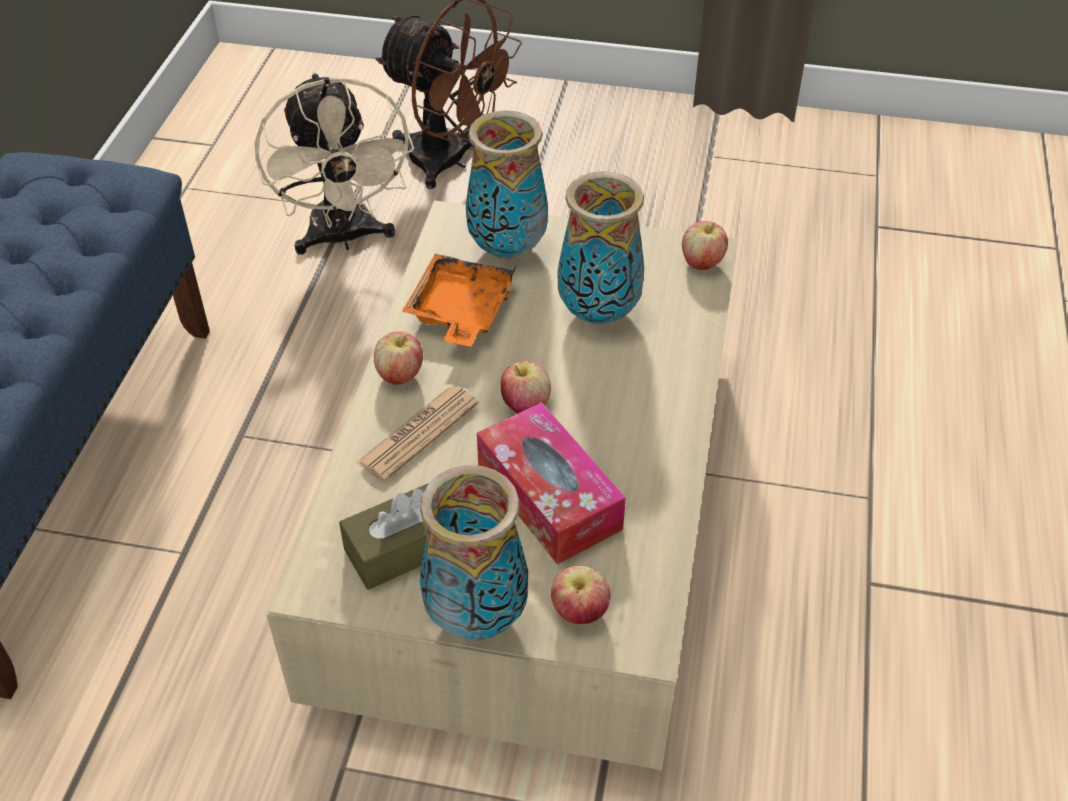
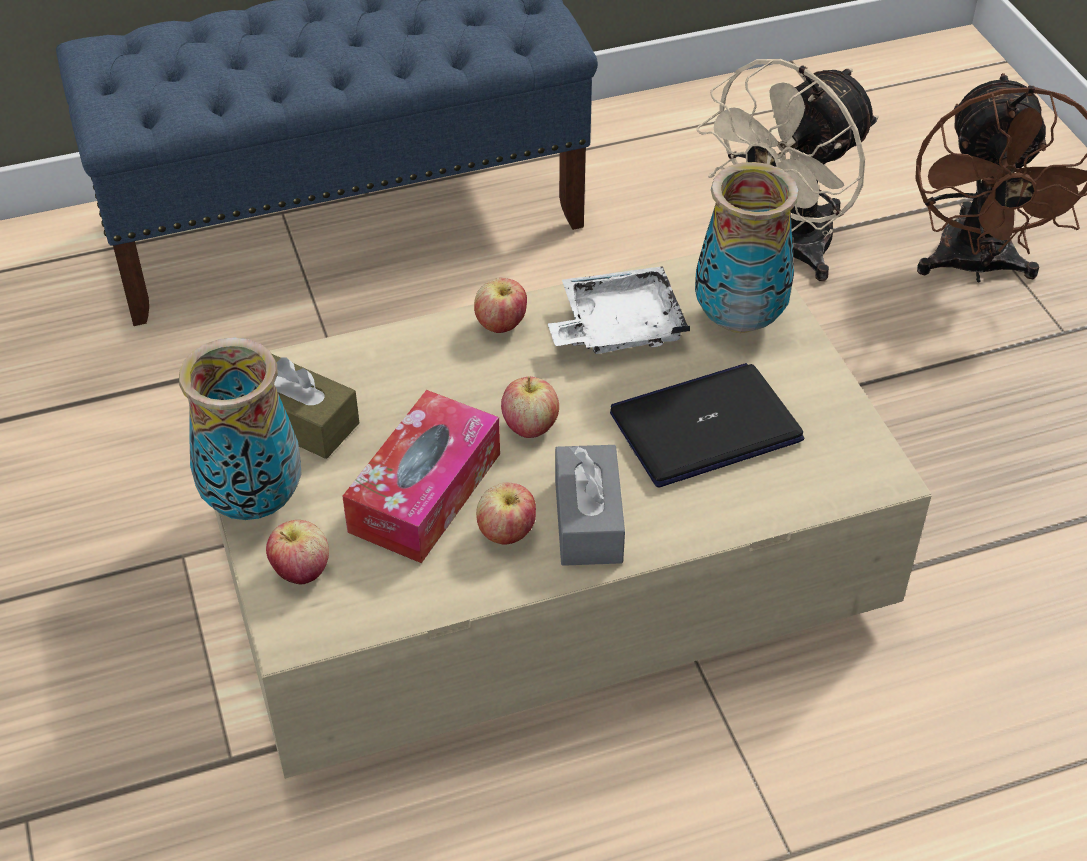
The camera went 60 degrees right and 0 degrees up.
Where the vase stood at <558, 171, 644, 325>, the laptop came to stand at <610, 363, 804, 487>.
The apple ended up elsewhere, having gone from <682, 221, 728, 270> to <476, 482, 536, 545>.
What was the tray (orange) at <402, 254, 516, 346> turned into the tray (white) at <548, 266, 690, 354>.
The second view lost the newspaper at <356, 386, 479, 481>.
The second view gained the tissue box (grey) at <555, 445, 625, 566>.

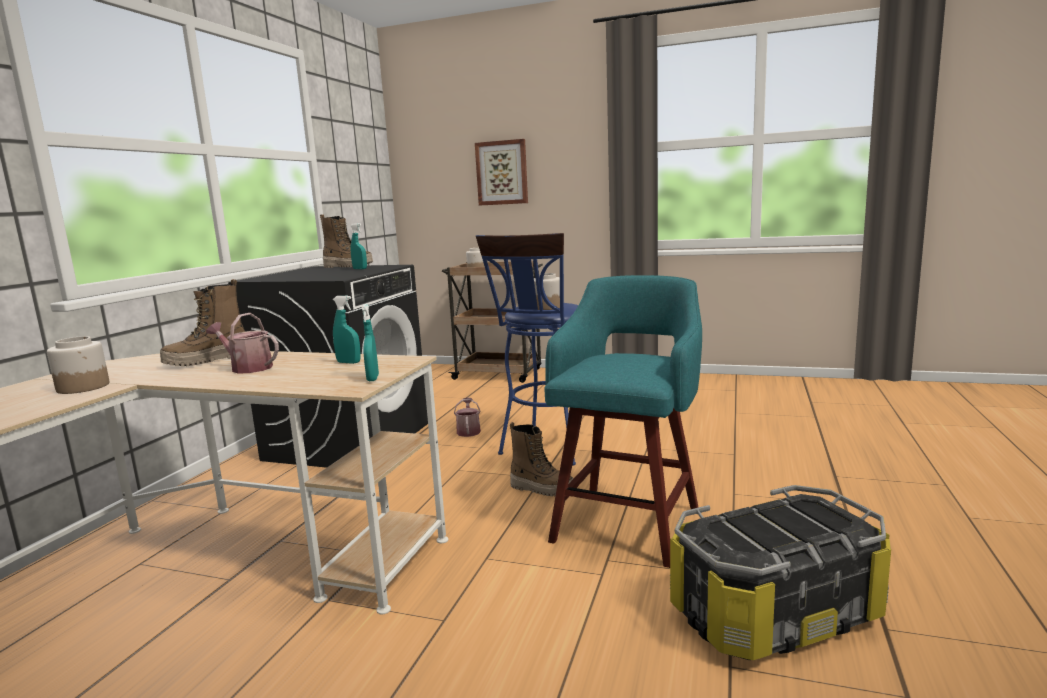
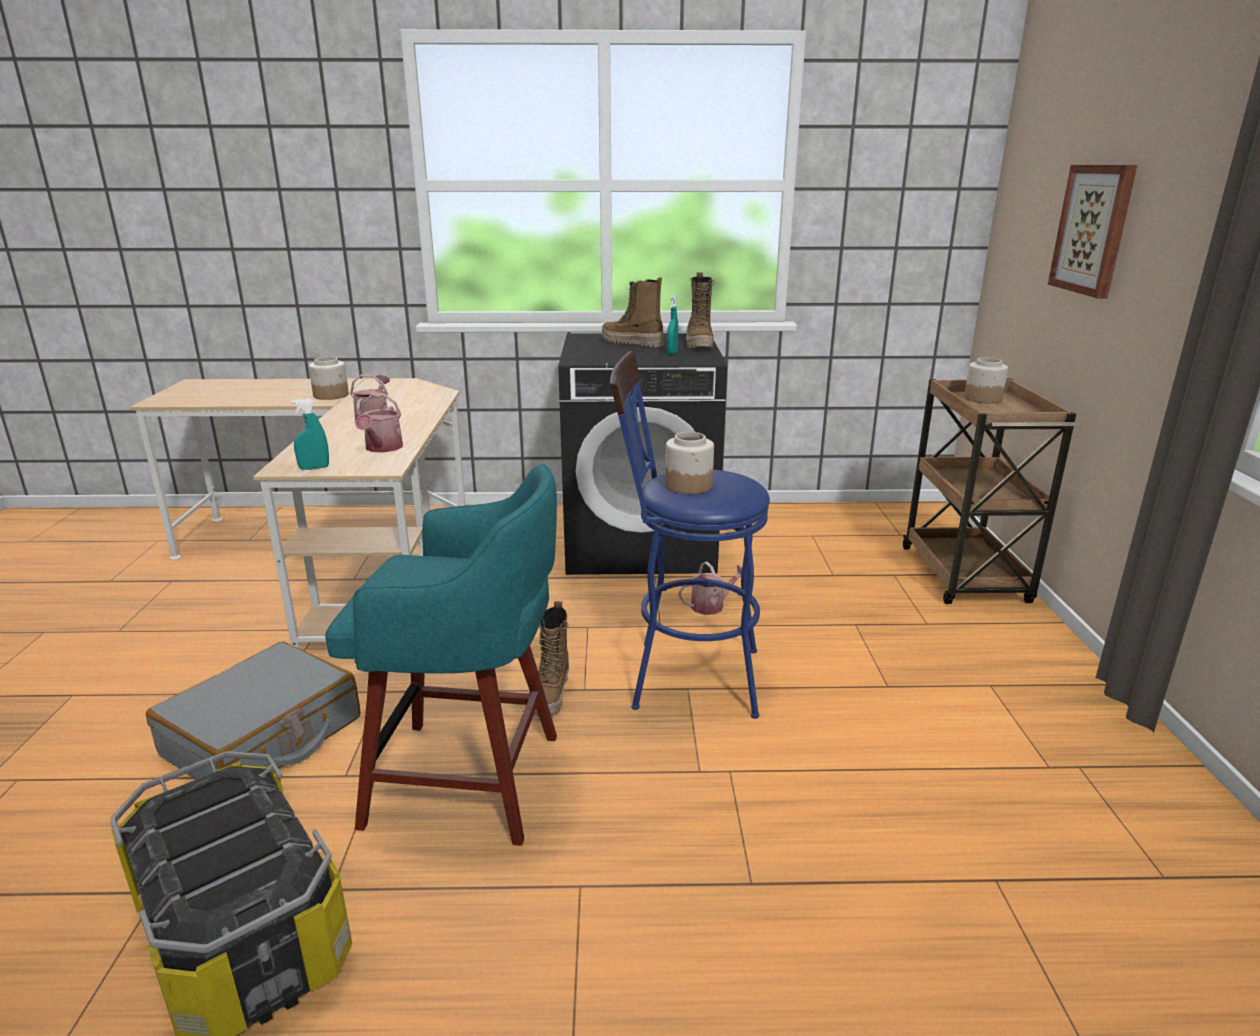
The camera went 70 degrees right and 10 degrees up.
The boot ended up elsewhere, having gone from <160, 279, 245, 367> to <602, 277, 664, 347>.
Where the spray bottle (turquoise) stood at <333, 296, 361, 364>, the watering can came to stand at <355, 394, 403, 452>.
The second view gained the suitcase (grey) at <146, 642, 361, 779>.

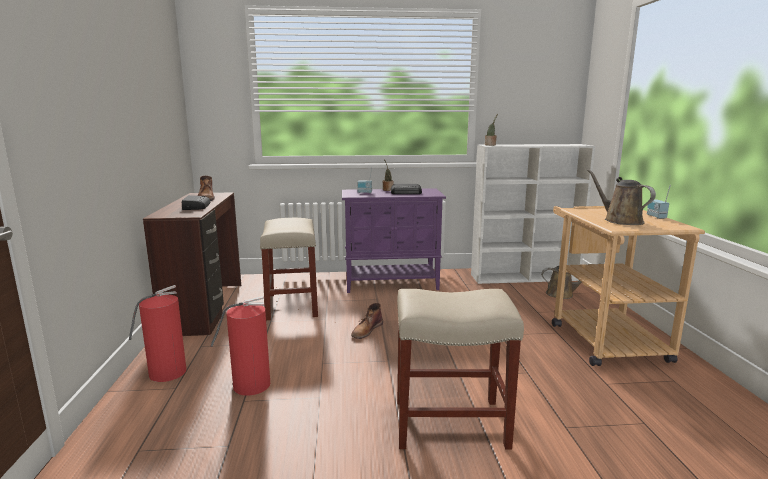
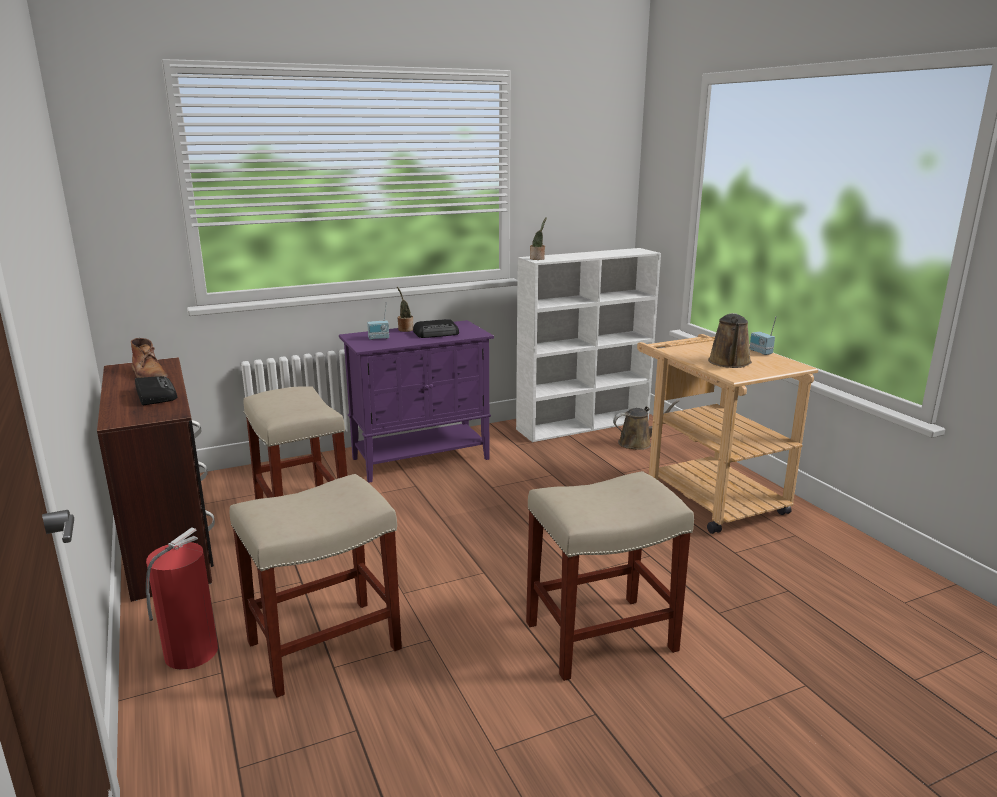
The camera went 20 degrees left and 5 degrees up.
The watering can (brown) at <587, 169, 656, 225> ended up facing another way, 120 degrees counterclockwise from before.
Where the fire extinguisher stood at <210, 296, 270, 396>, the stool (beige) came to stand at <230, 474, 402, 698>.
The second view lost the boot (brown) at <351, 303, 383, 339>.

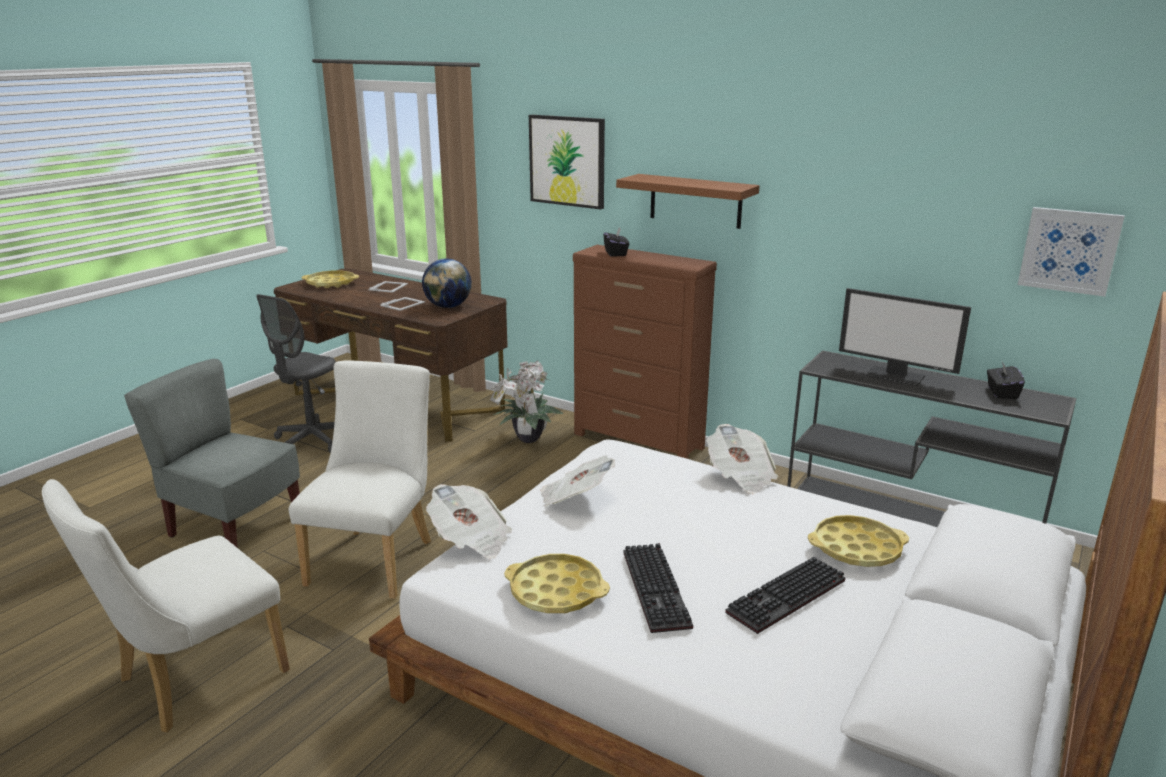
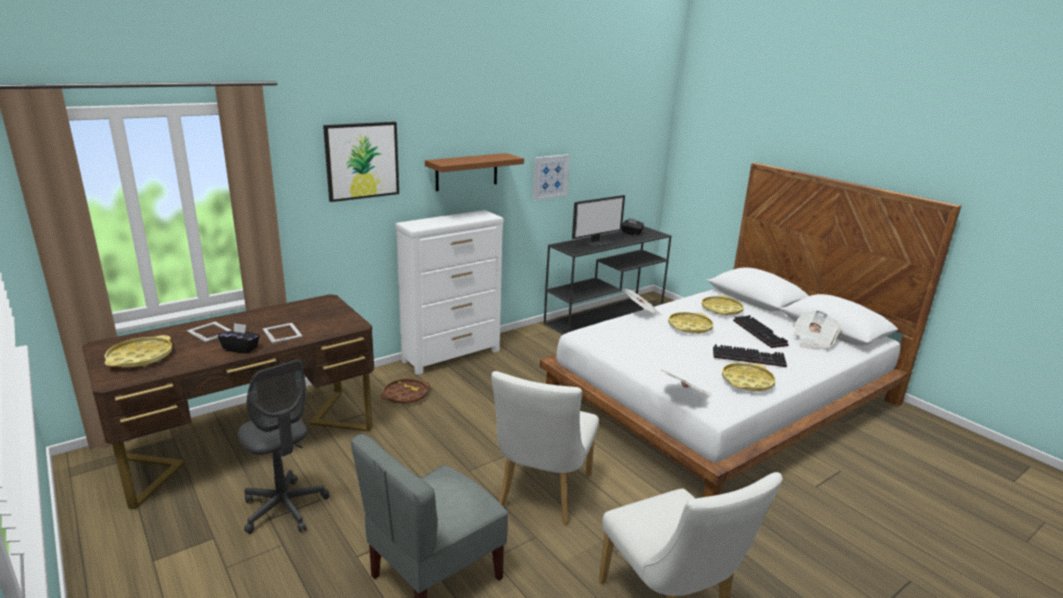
The camera went 70 degrees left and 0 degrees up.
The picture ended up elsewhere, having gone from <1018, 207, 1125, 297> to <533, 154, 570, 200>.
The tissue box (black) ended up elsewhere, having gone from <603, 227, 629, 257> to <218, 323, 260, 354>.
What was the dresser (brown) at <573, 245, 717, 459> turned into the dresser (white) at <395, 210, 503, 375>.
The second view lost the globe at <422, 258, 472, 308>.
The chair (white) at <289, 360, 431, 599> ended up facing another way, 105 degrees counterclockwise from before.
Where the potted plant stood at <490, 360, 564, 443>, the tray (brown) came to stand at <380, 379, 430, 404>.
The newspaper ended up elsewhere, having gone from <540, 455, 615, 507> to <793, 310, 841, 349>.
The second view gained the tray (yellow) at <668, 312, 713, 334>.

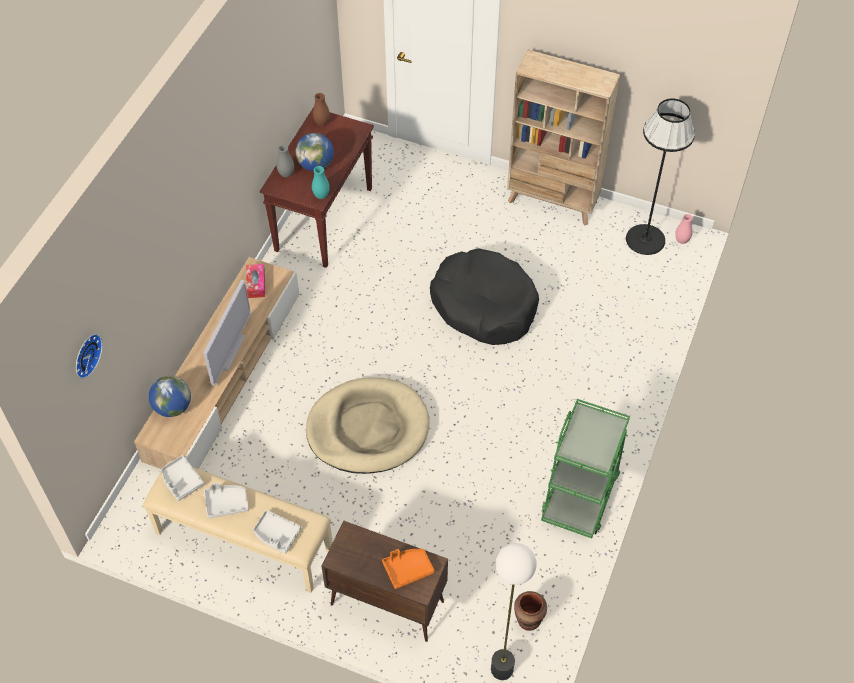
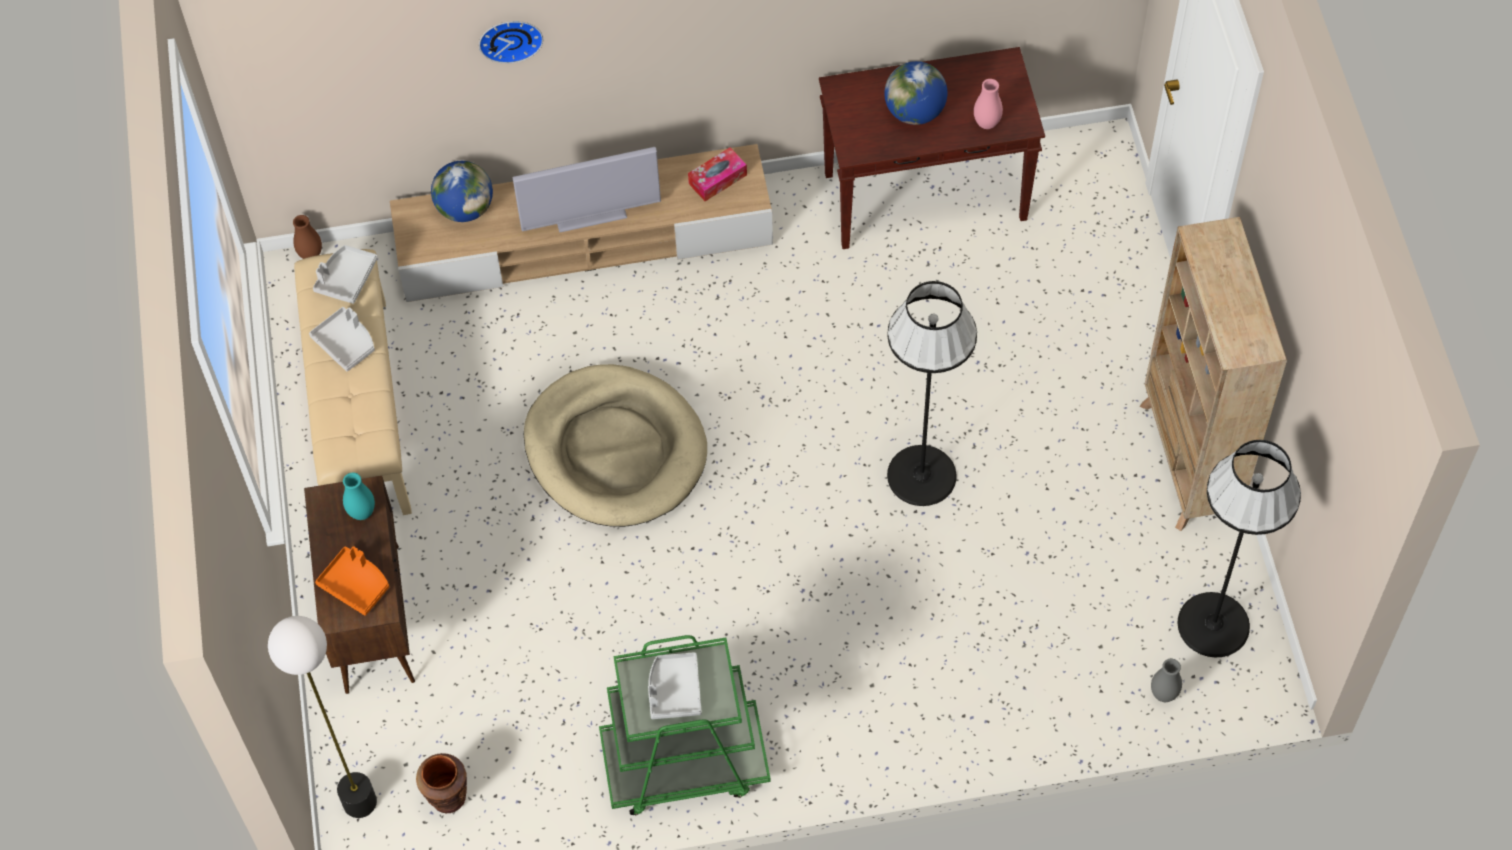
The camera went 60 degrees right and 5 degrees up.
The vase (brown) ended up elsewhere, having gone from <313, 93, 330, 126> to <293, 215, 322, 259>.
The vase (grey) ended up elsewhere, having gone from <276, 144, 294, 177> to <1151, 659, 1182, 702>.
The vase (turquoise) ended up elsewhere, having gone from <312, 166, 330, 199> to <343, 473, 375, 520>.
The vase (pink) ended up elsewhere, having gone from <675, 214, 693, 244> to <974, 79, 1003, 129>.
Where the dog bed (black) stood at <430, 249, 539, 345>, the floor lamp (black) came to stand at <887, 281, 977, 506>.
The wall clock ended up elsewhere, having gone from <76, 334, 103, 379> to <479, 21, 543, 64>.
The tray (grey) ended up elsewhere, having gone from <253, 510, 302, 554> to <648, 652, 702, 719>.

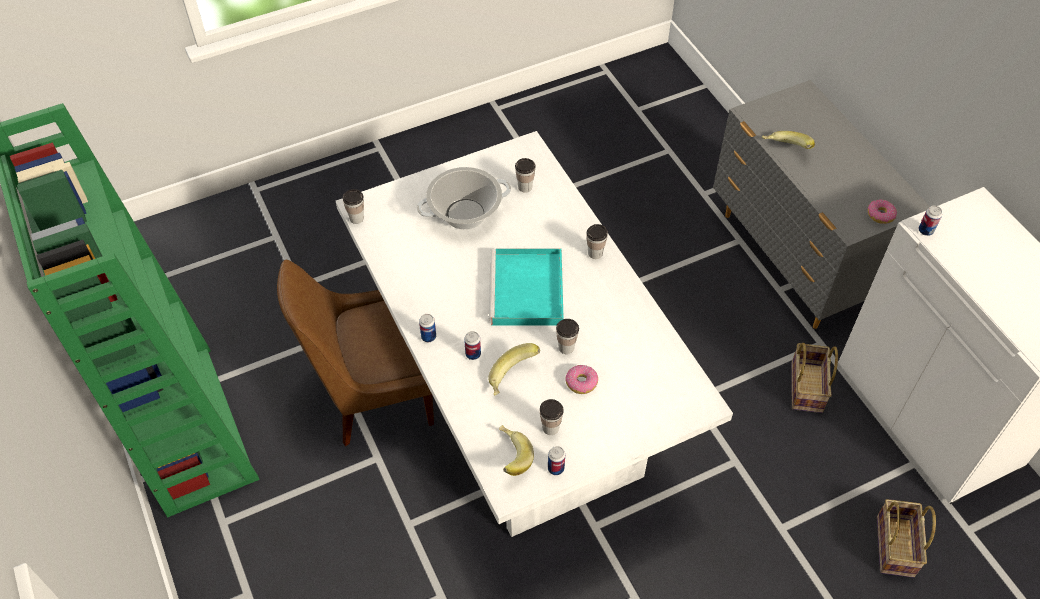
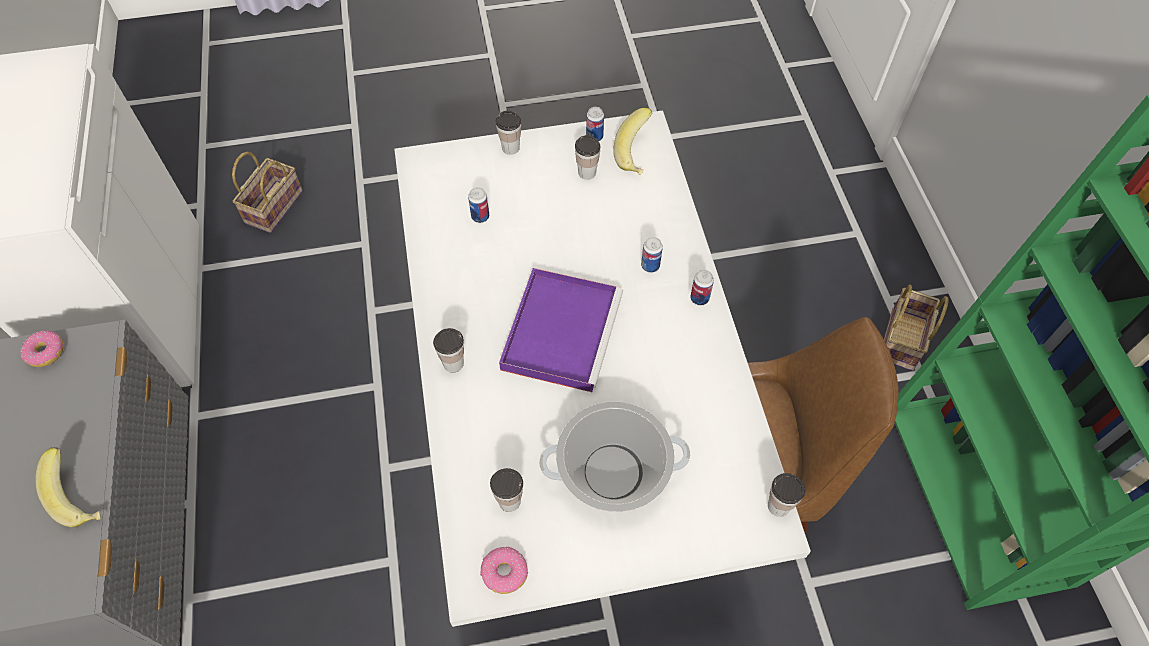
The camera went 165 degrees left and 5 degrees up.
The can ended up elsewhere, having gone from <918, 206, 942, 236> to <468, 187, 489, 223>.
What was the tray (turquoise) at <489, 248, 564, 325> turned into the tray (purple) at <499, 268, 623, 392>.
The cup ended up elsewhere, having gone from <556, 319, 579, 354> to <496, 111, 521, 155>.
The second view lost the banana at <488, 343, 540, 396>.
The basket ended up elsewhere, having gone from <791, 343, 838, 413> to <884, 285, 949, 371>.
The donut ended up elsewhere, having gone from <565, 365, 598, 394> to <480, 547, 528, 594>.

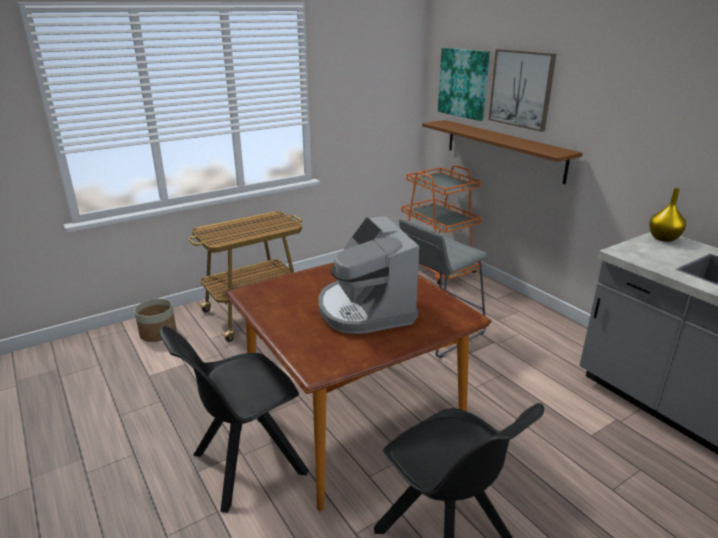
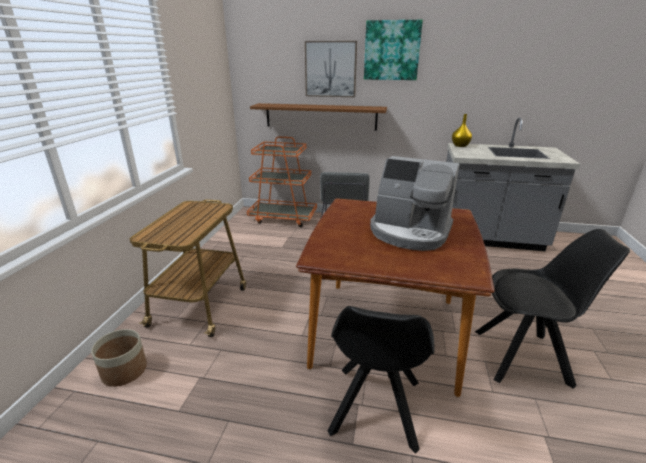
The camera went 45 degrees left and 0 degrees up.
The picture ended up elsewhere, having gone from <438, 48, 490, 121> to <364, 20, 423, 80>.

